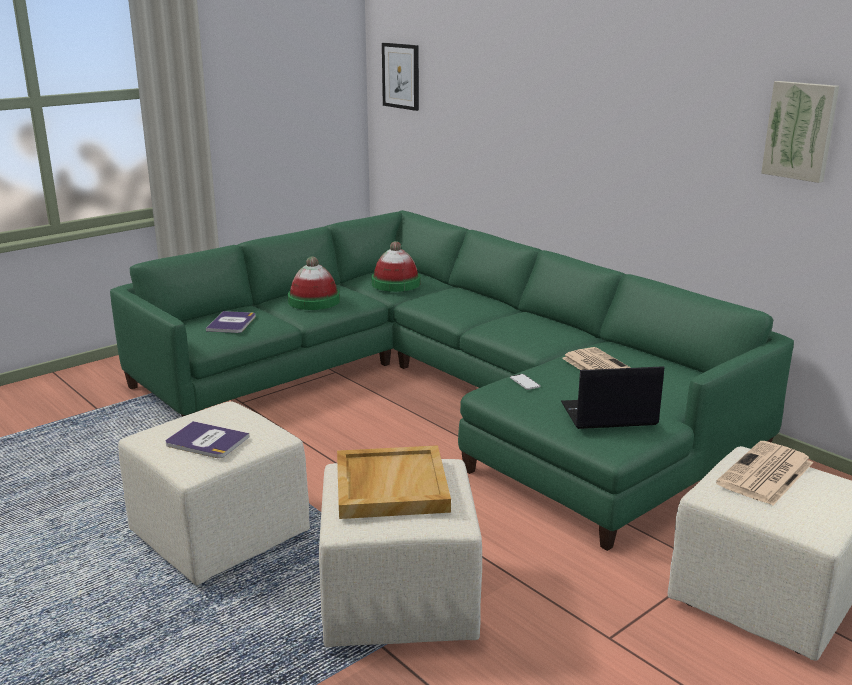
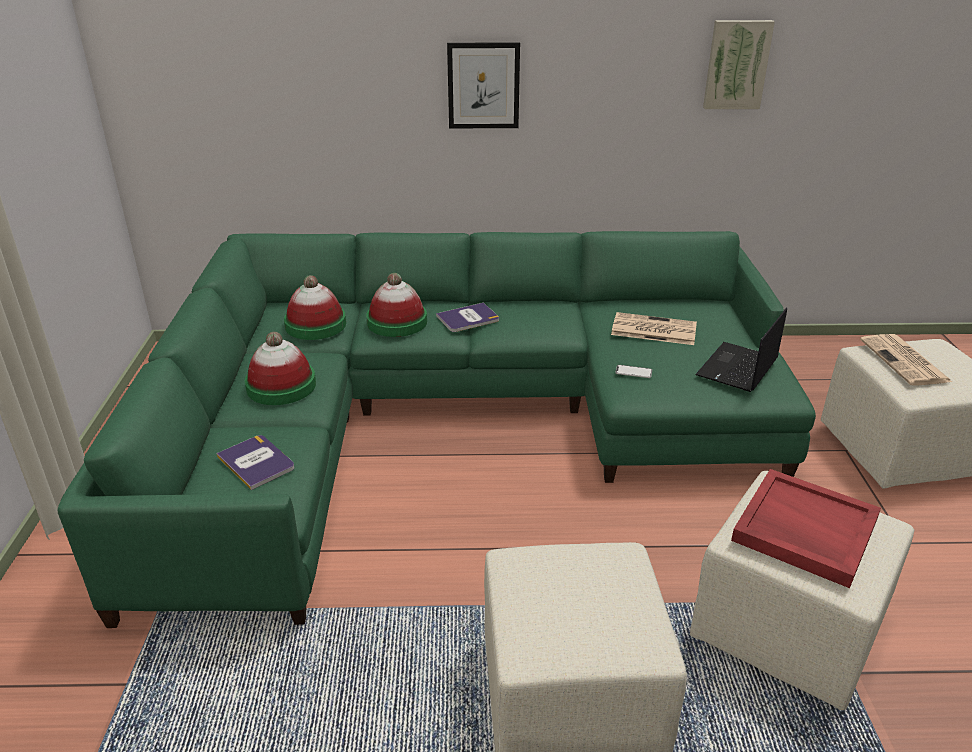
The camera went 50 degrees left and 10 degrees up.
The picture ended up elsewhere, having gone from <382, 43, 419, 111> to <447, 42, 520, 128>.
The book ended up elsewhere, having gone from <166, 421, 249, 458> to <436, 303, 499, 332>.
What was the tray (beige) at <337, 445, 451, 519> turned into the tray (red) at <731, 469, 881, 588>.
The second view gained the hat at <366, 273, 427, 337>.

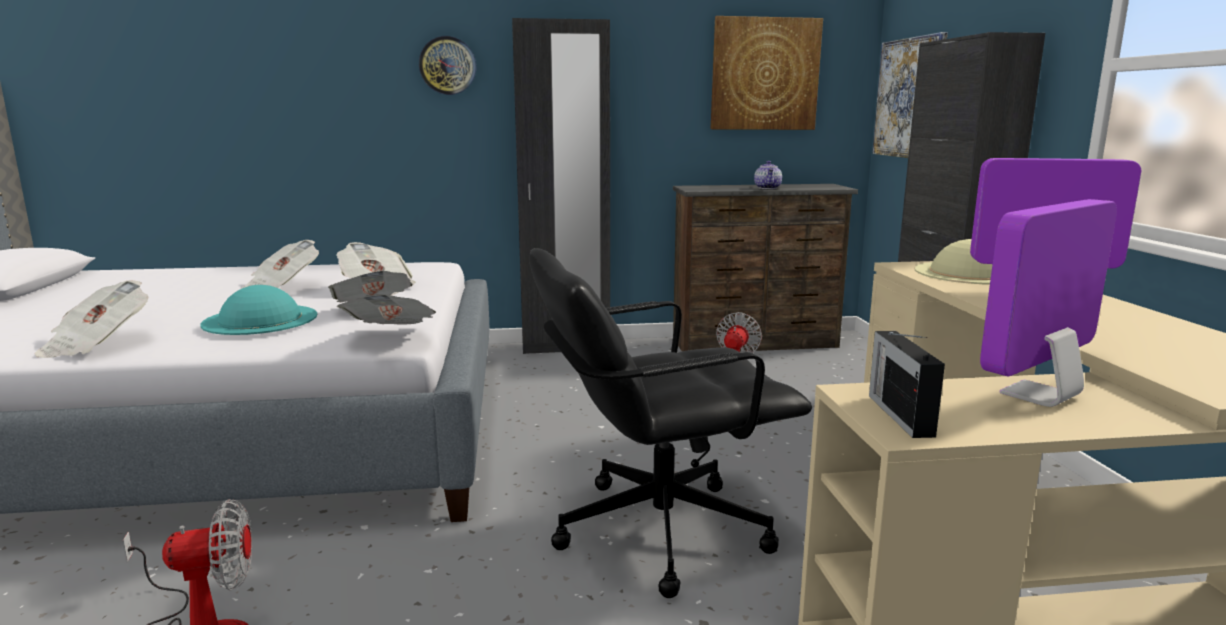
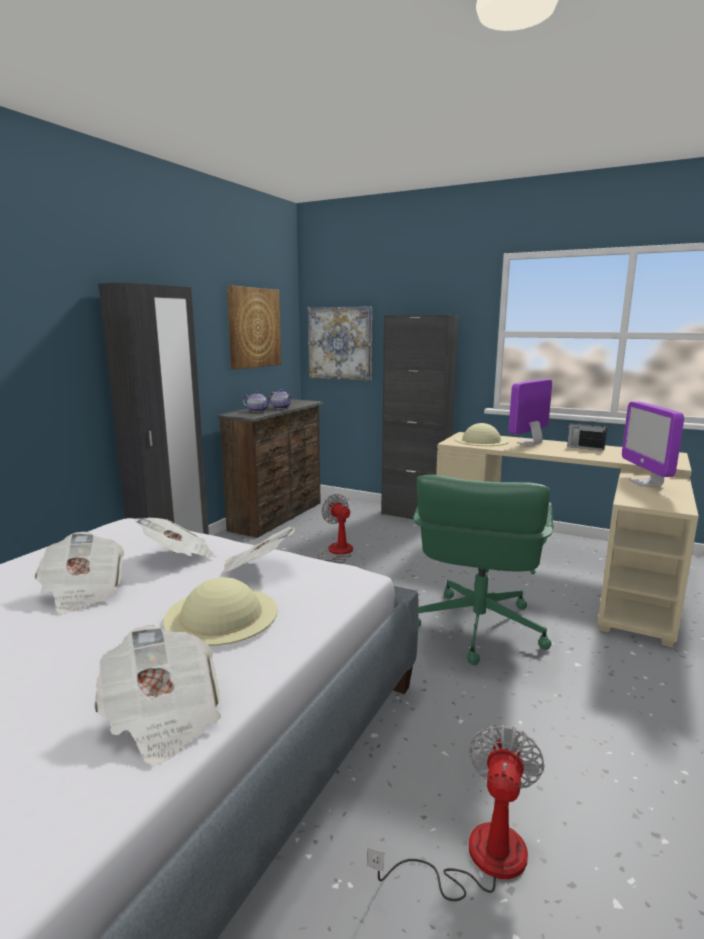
The camera went 55 degrees left and 0 degrees up.
The second view lost the wall clock at <419, 36, 476, 95>.
What was the office chair (black) at <529, 248, 812, 598> turned into the office chair (green) at <413, 475, 553, 665>.
What was the hat (turquoise) at <200, 285, 317, 335> turned into the hat (beige) at <163, 577, 277, 646>.
The second view lost the newspaper at <337, 295, 436, 325>.
The radio ended up elsewhere, having gone from <869, 331, 945, 438> to <567, 420, 607, 451>.
The second view gained the teapot at <243, 391, 272, 412>.

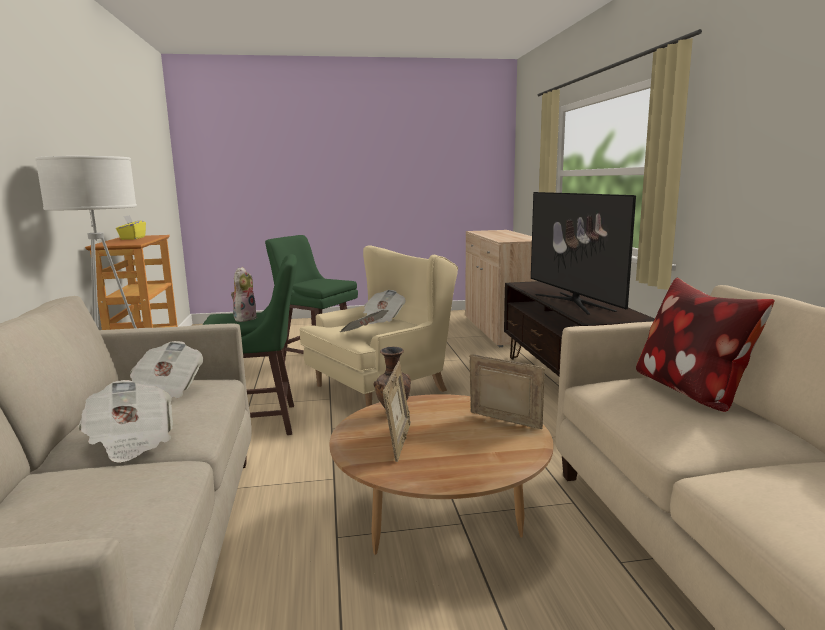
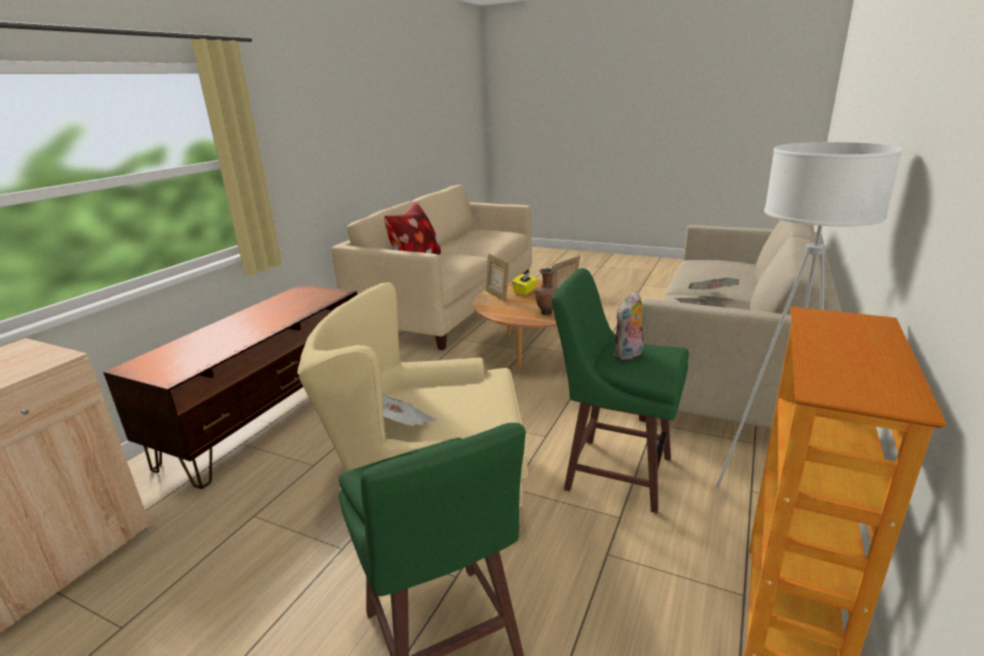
The camera went 145 degrees left and 10 degrees up.
The second view lost the television at <531, 192, 636, 315>.
The tissue box (yellow) ended up elsewhere, having gone from <116, 215, 146, 240> to <512, 272, 538, 295>.
The second view lost the newspaper at <340, 310, 389, 332>.

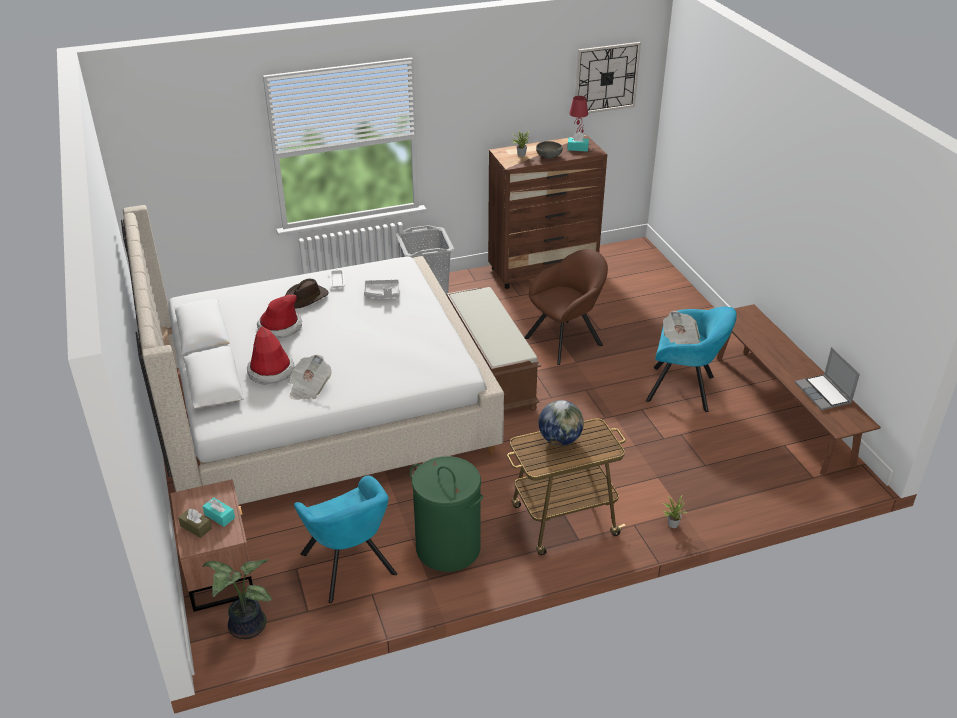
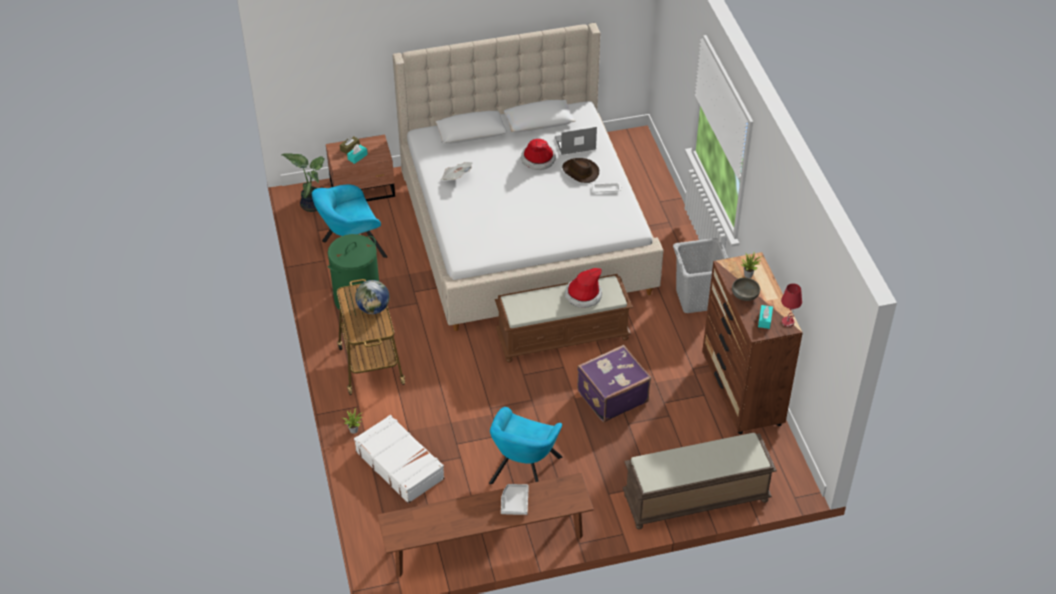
The camera went 95 degrees right and 10 degrees up.
The second view lost the wall clock at <575, 42, 641, 113>.
Where the armchair (brown) stood at <524, 249, 608, 365>, the suitcase (purple) came to stand at <577, 345, 651, 422>.
The tray (grey) ended up elsewhere, having gone from <364, 279, 399, 298> to <501, 484, 529, 515>.
The second view lost the newspaper at <663, 311, 700, 344>.
The hat ended up elsewhere, having gone from <247, 326, 294, 385> to <565, 268, 602, 308>.
The laptop ended up elsewhere, having gone from <795, 347, 860, 410> to <555, 127, 597, 155>.
The second view gained the suitcase (white) at <354, 415, 445, 504>.
The second view gained the bench (brown) at <622, 433, 777, 529>.

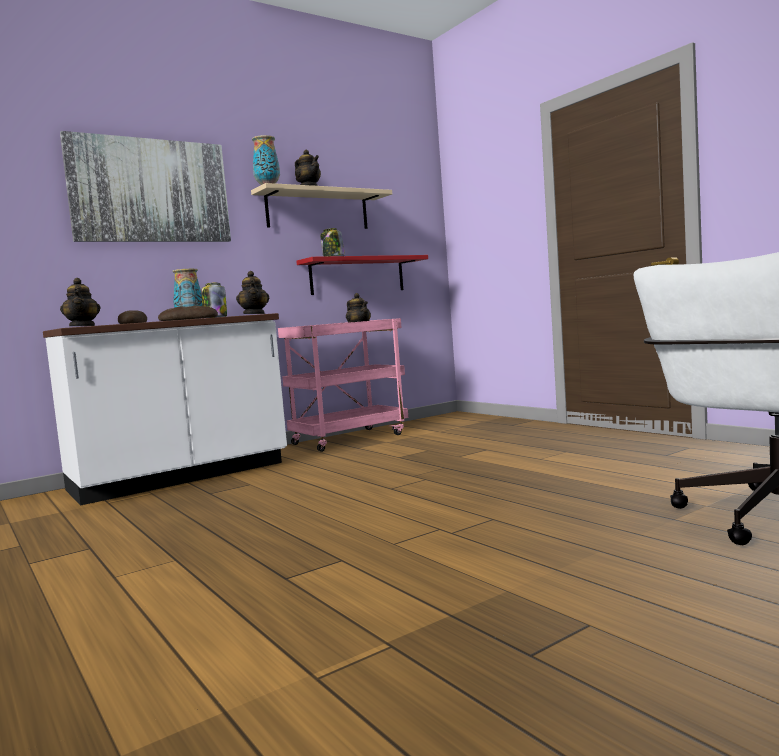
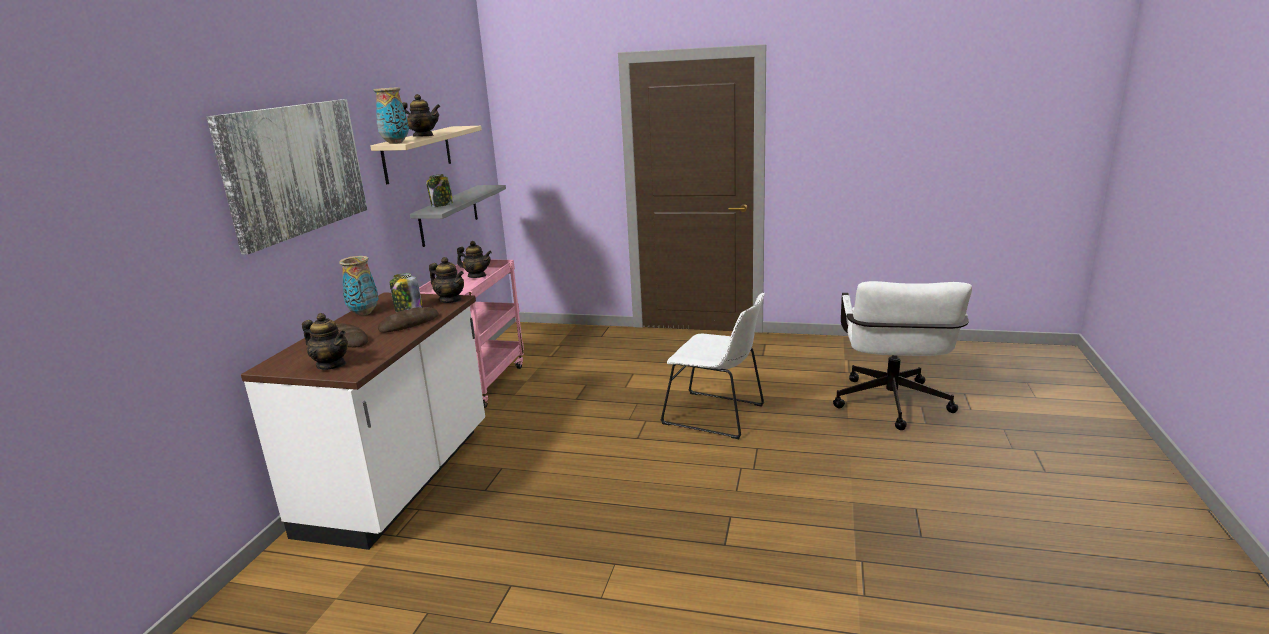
The camera went 40 degrees left and 15 degrees up.
What was the shelf (red) at <296, 255, 428, 295> turned into the shelf (grey) at <410, 185, 506, 247>.
The second view gained the chair (white) at <660, 293, 765, 439>.

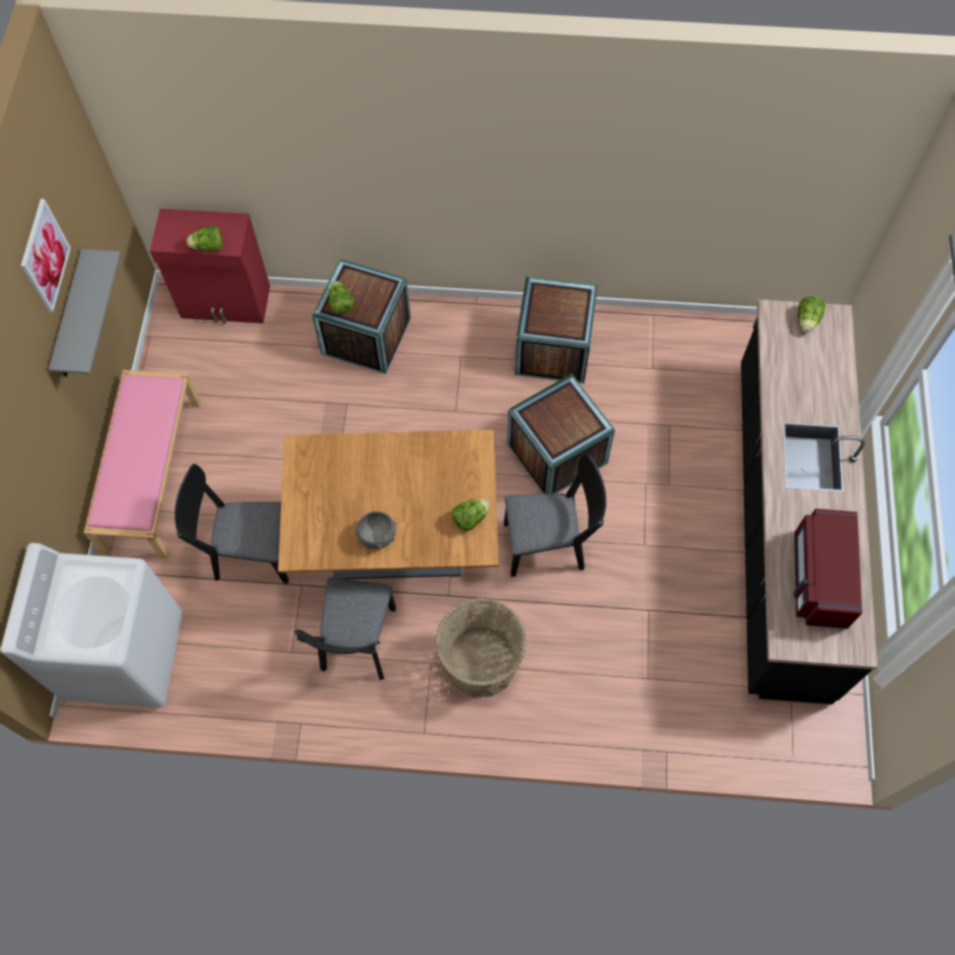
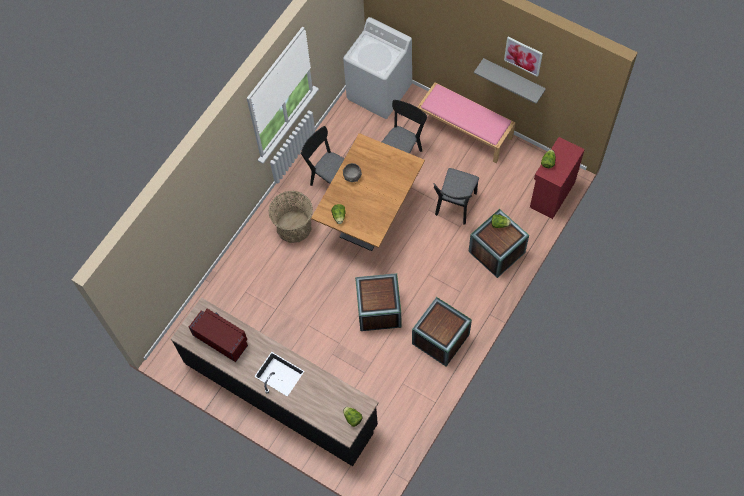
The camera went 120 degrees right and 0 degrees up.
The chair (black) ended up elsewhere, having gone from <504, 453, 606, 577> to <433, 168, 479, 225>.

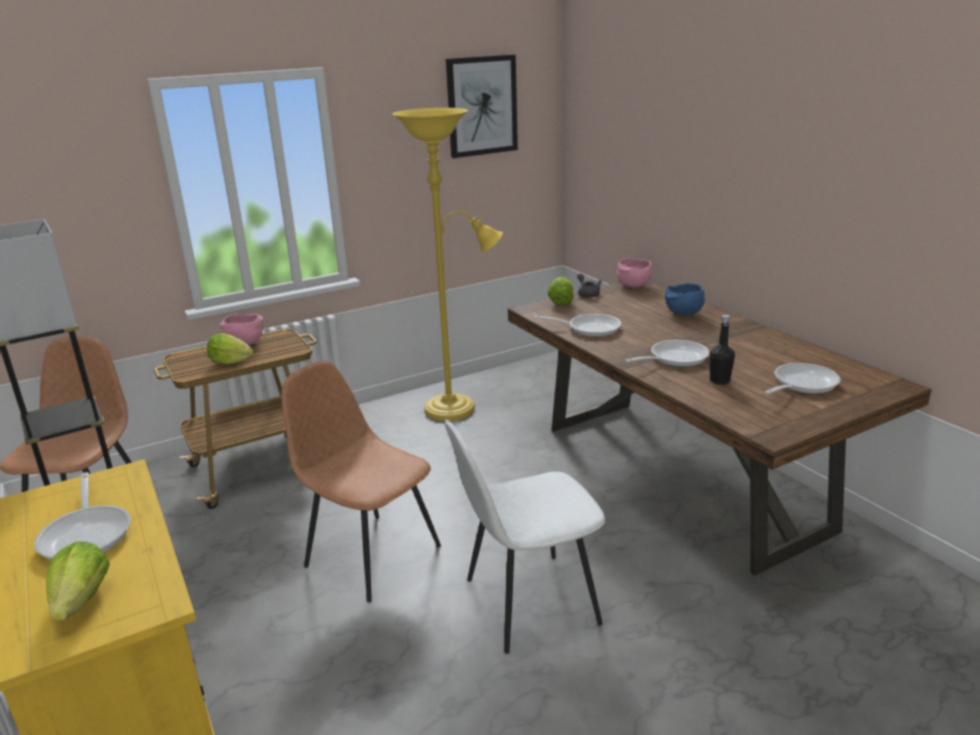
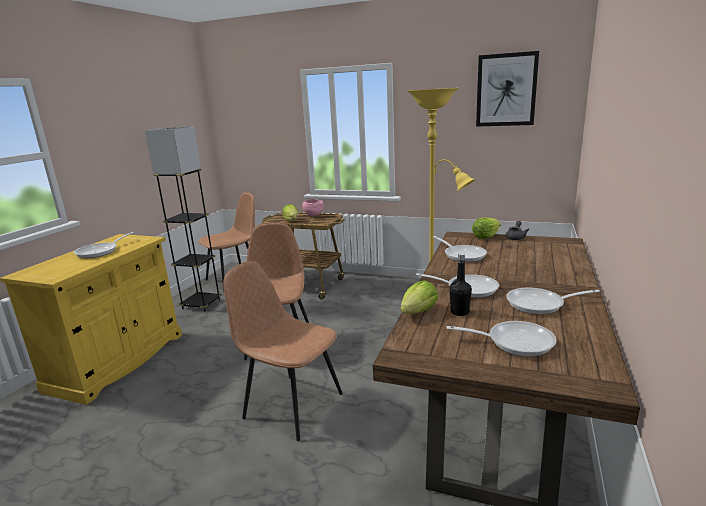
The camera went 50 degrees right and 5 degrees down.
The second view lost the bowl (pink) at <617, 258, 653, 288>.
The second view lost the bowl (blue) at <665, 283, 705, 315>.
What was the chair (white) at <445, 420, 605, 654> turned into the chair (brown) at <223, 261, 343, 441>.
The lettuce ended up elsewhere, having gone from <46, 541, 110, 621> to <400, 280, 438, 314>.
The second view gained the frying pan at <506, 288, 600, 314>.

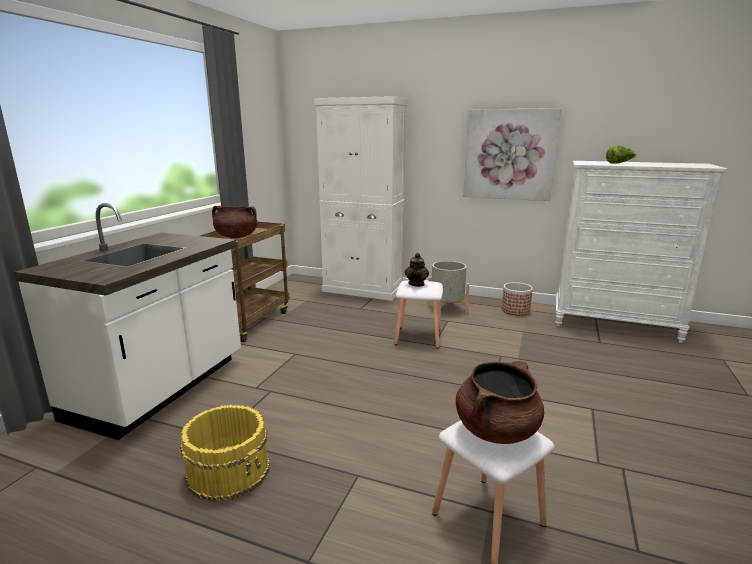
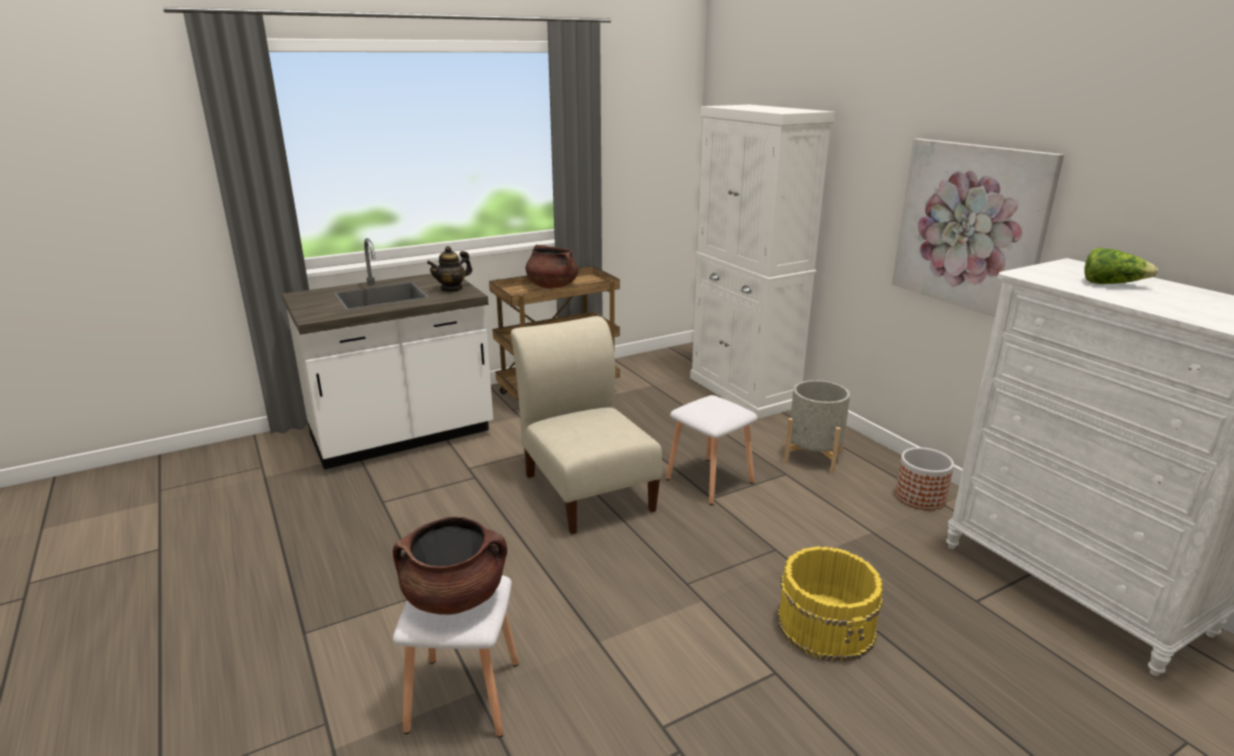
The camera went 40 degrees right and 5 degrees up.
The teapot ended up elsewhere, having gone from <405, 253, 429, 287> to <427, 246, 472, 292>.
The bucket (yellow) ended up elsewhere, having gone from <180, 405, 270, 502> to <777, 546, 884, 662>.
The second view gained the chair (beige) at <511, 316, 662, 534>.

